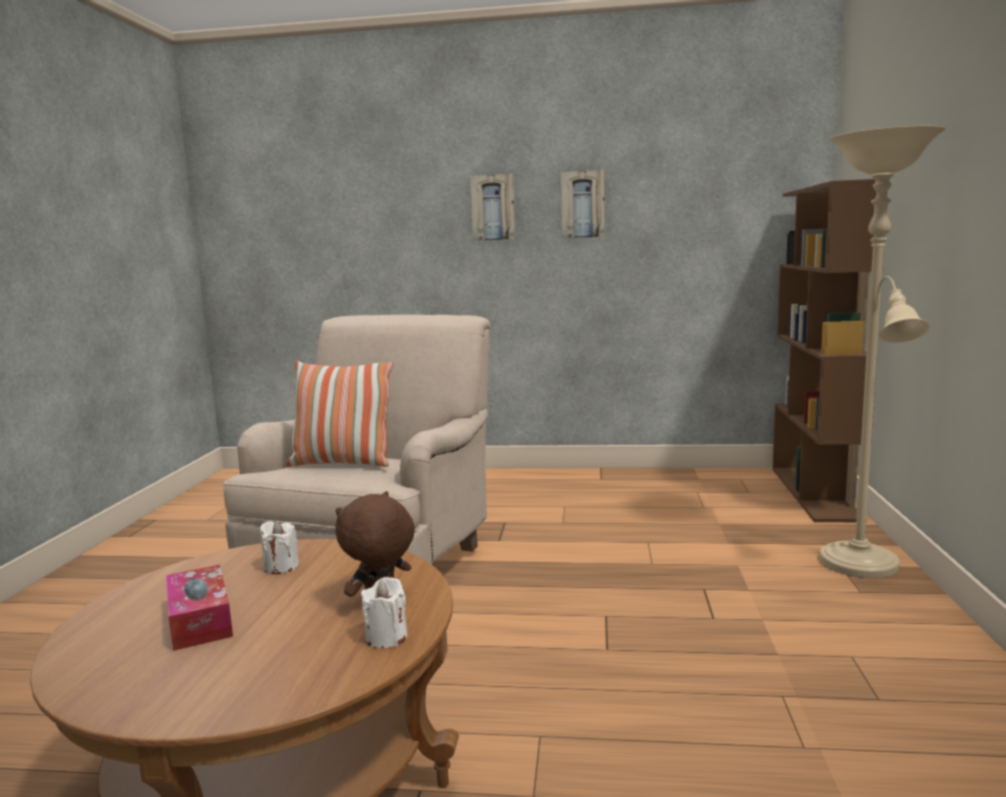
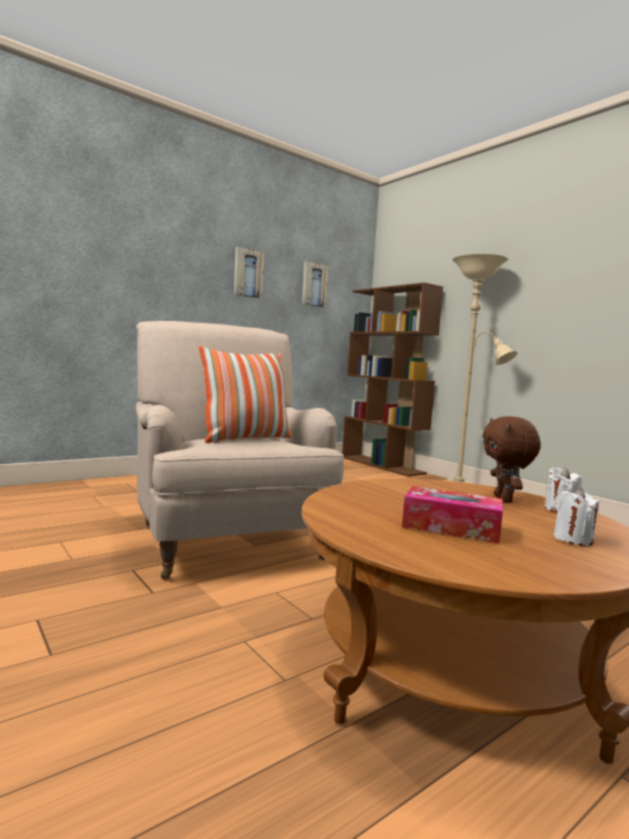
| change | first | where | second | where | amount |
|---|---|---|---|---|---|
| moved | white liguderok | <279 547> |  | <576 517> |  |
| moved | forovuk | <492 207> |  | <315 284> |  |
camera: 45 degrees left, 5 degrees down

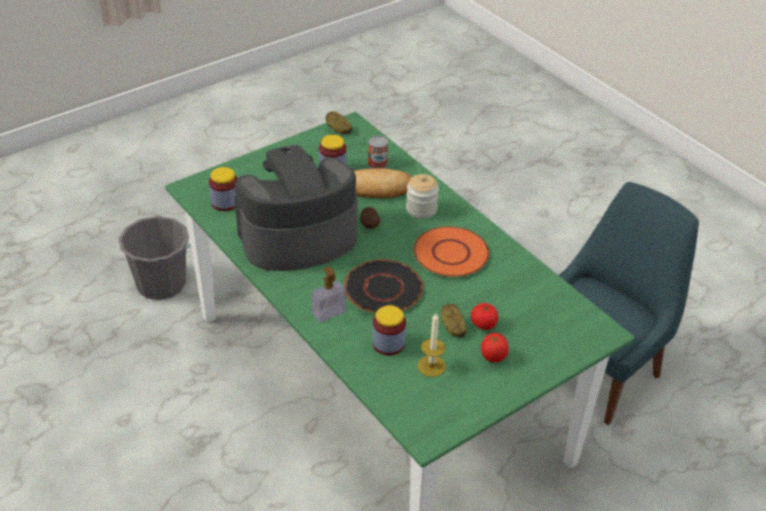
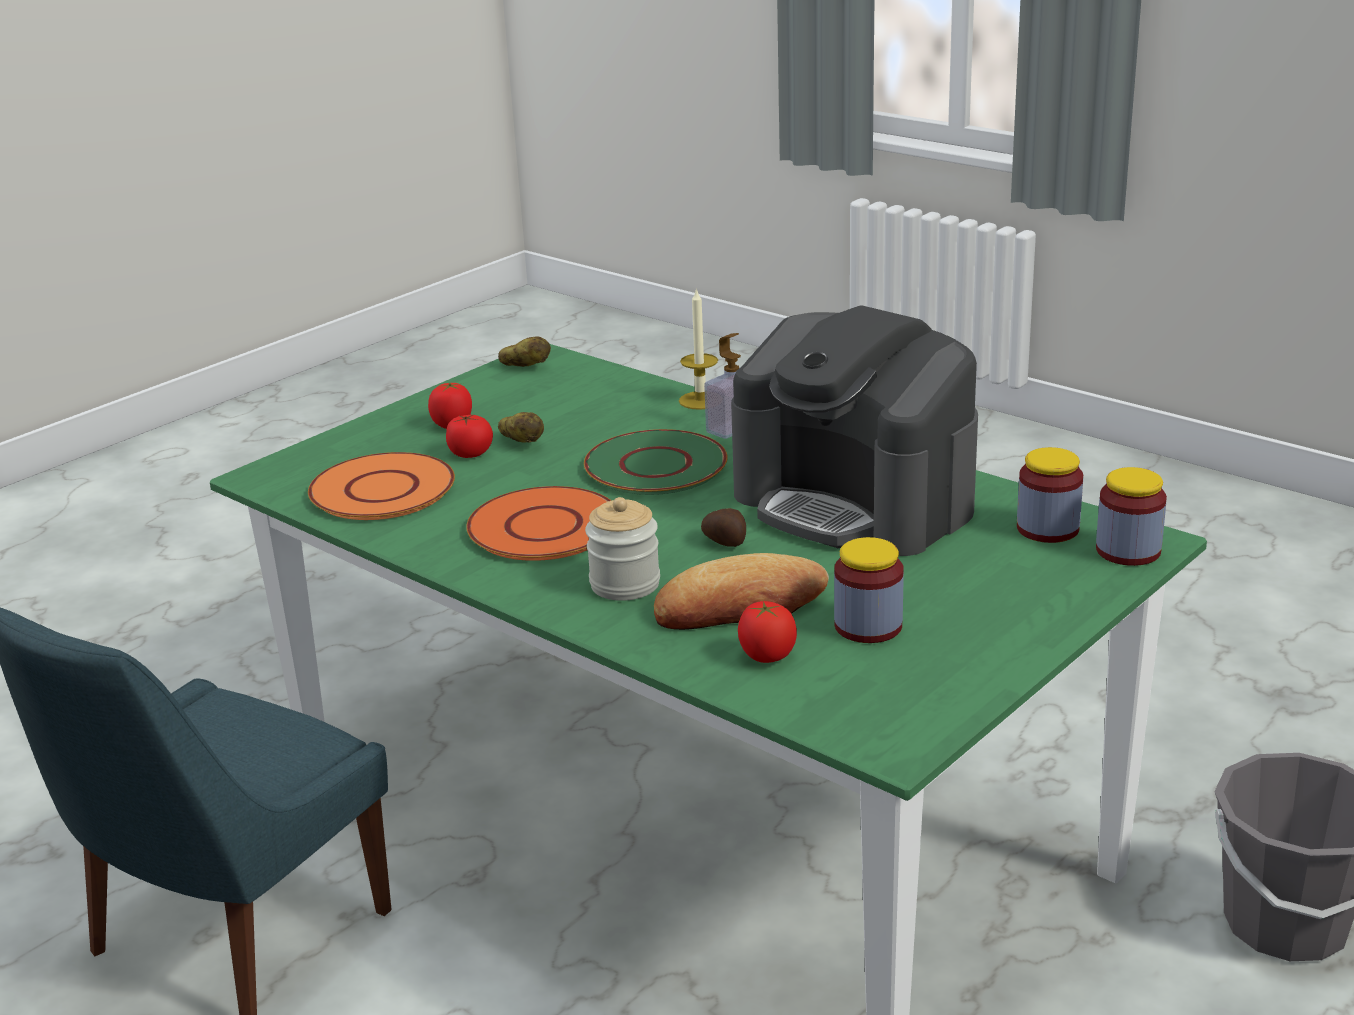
| change | first | where | second | where | amount |
|---|---|---|---|---|---|
| added |  |  | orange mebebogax | <381 486> |  |
| moved | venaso | <339 122> |  | <524 351> |  |
| moved | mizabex | <389 330> |  | <1131 516> |  |
| moved | liguderok | <432 345> |  | <698 349> |  |
| replaced | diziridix | <378 151> | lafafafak | <767 632> |  |
| recoloured | black mebebogax | <383 286> | green mebebogax | <656 462> |  |
| turned | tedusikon | <295 208> |  | <854 430> | 75 degrees clockwise |
camera: 170 degrees right, 15 degrees down

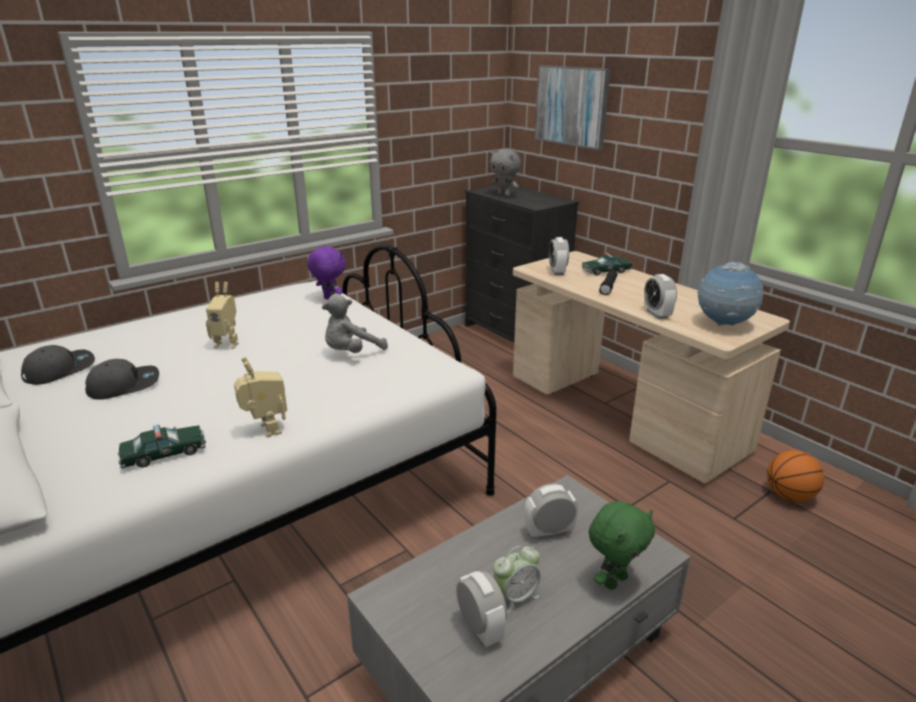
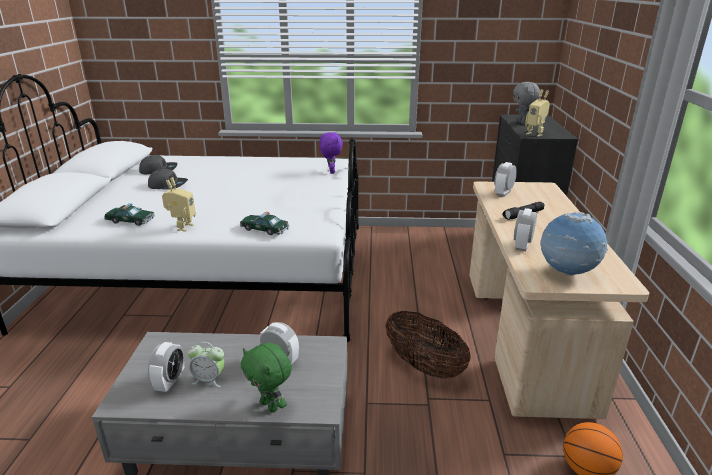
| change | first | where | second | where | amount |
|---|---|---|---|---|---|
| removed | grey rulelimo | <355 323> |  |  |  |
| removed | forovuk | <573 107> |  |  |  |
| added |  |  | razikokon | <428 345> |  |
| moved | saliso | <222 315> |  | <537 113> |  |
| moved | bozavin | <607 264> |  | <264 223> |  |
| turned | green rulelimo | <622 545> |  | <266 377> | 45 degrees clockwise |
camera: 40 degrees right, 0 degrees up

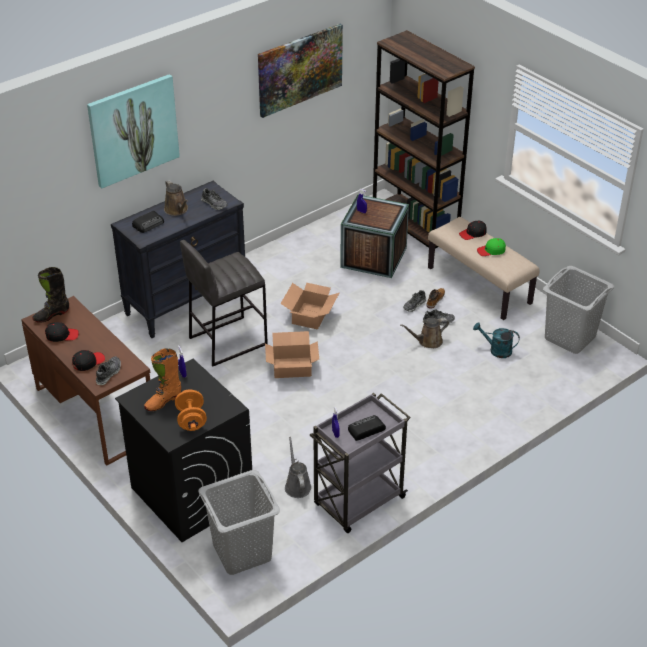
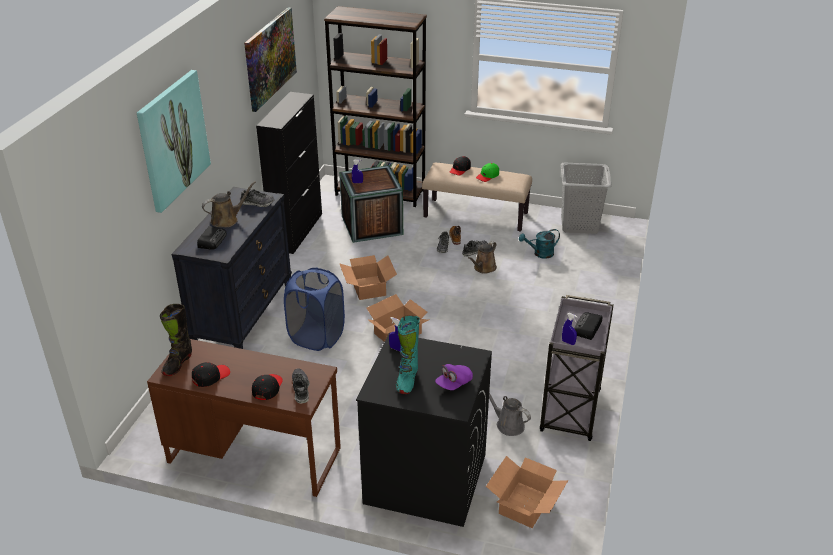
| change | first | where | second | where | amount |
|---|---|---|---|---|---|
| added |  |  | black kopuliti | <289 173> |  |
| replaced | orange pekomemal | <191 410> | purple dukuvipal | <454 377> |  |
| replaced | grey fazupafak | <224 303> | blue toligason | <314 309> |  |
| replaced | grey toligason | <239 522> | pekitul | <527 492> |  |
| recoloured | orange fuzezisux | <162 379> | turquoise fuzezisux | <408 354> |  |
| turned | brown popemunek | <176 198> |  | <229 204> | 60 degrees counterclockwise |
camera: 35 degrees left, 5 degrees down

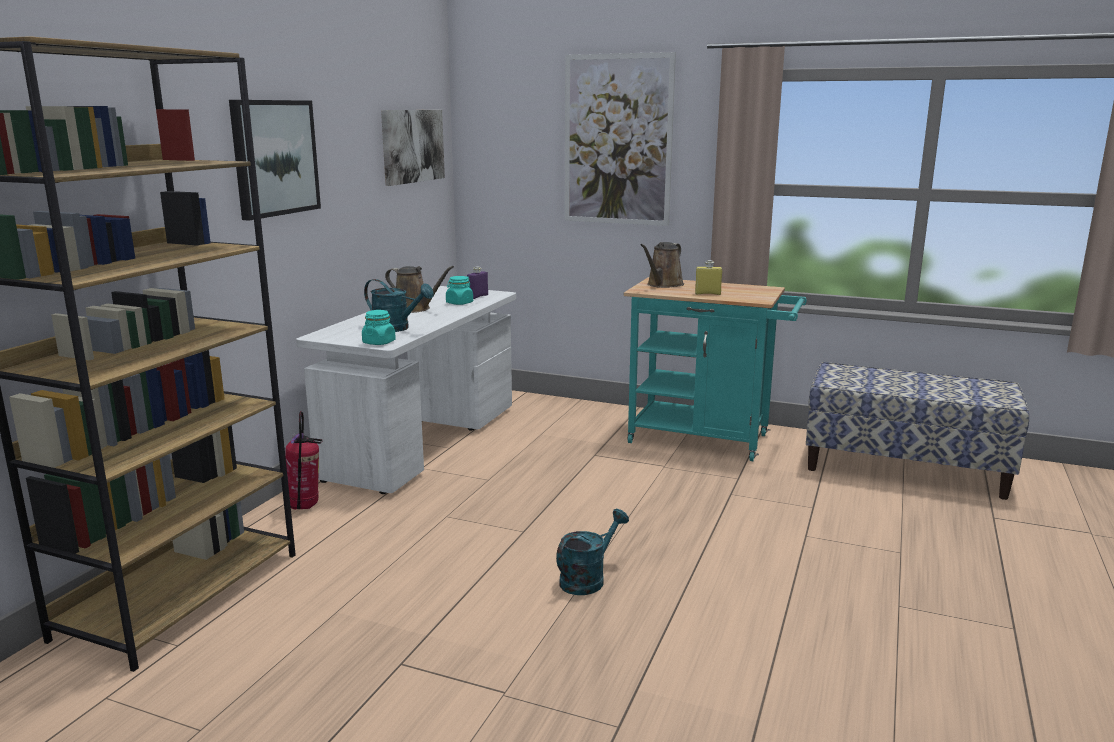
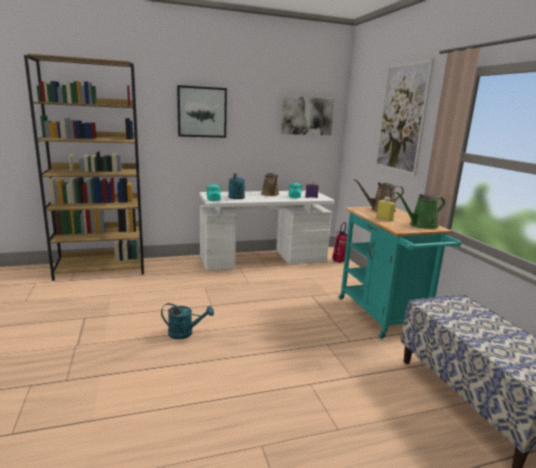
| change | first | where | second | where | amount |
|---|---|---|---|---|---|
| added |  |  | green popemunek | <420 210> |  |
| moved | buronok | <304 460> |  | <339 242> |  |
camera: 50 degrees right, 0 degrees up

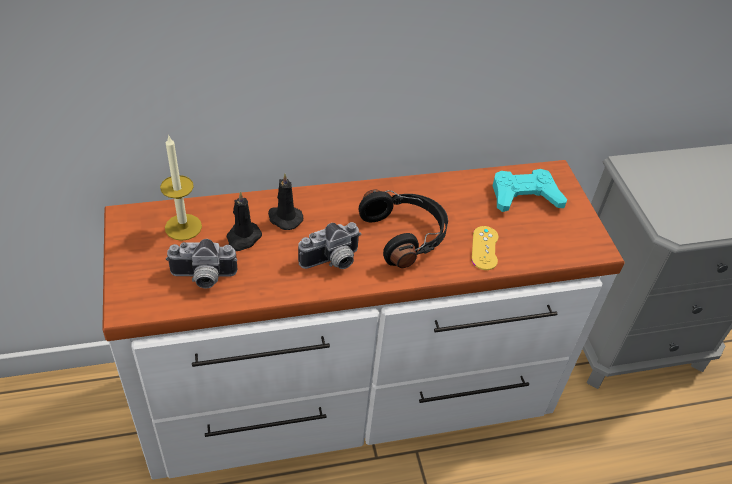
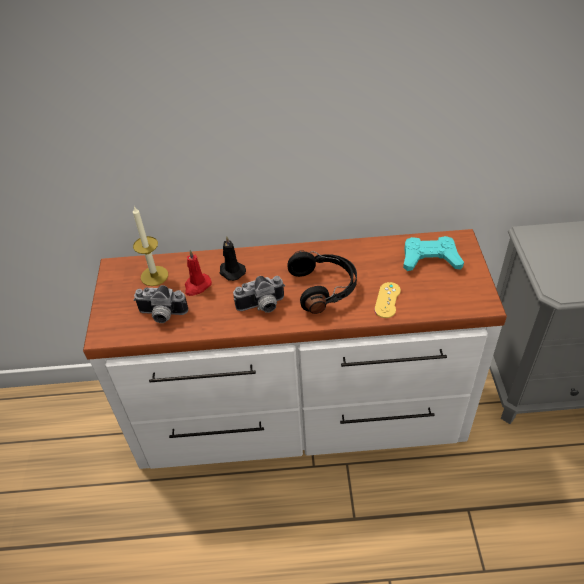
| change | first | where | second | where | amount |
|---|---|---|---|---|---|
| recoloured | black liguderok | <244 221> | red liguderok | <198 273> |  |
camera: 15 degrees right, 0 degrees up

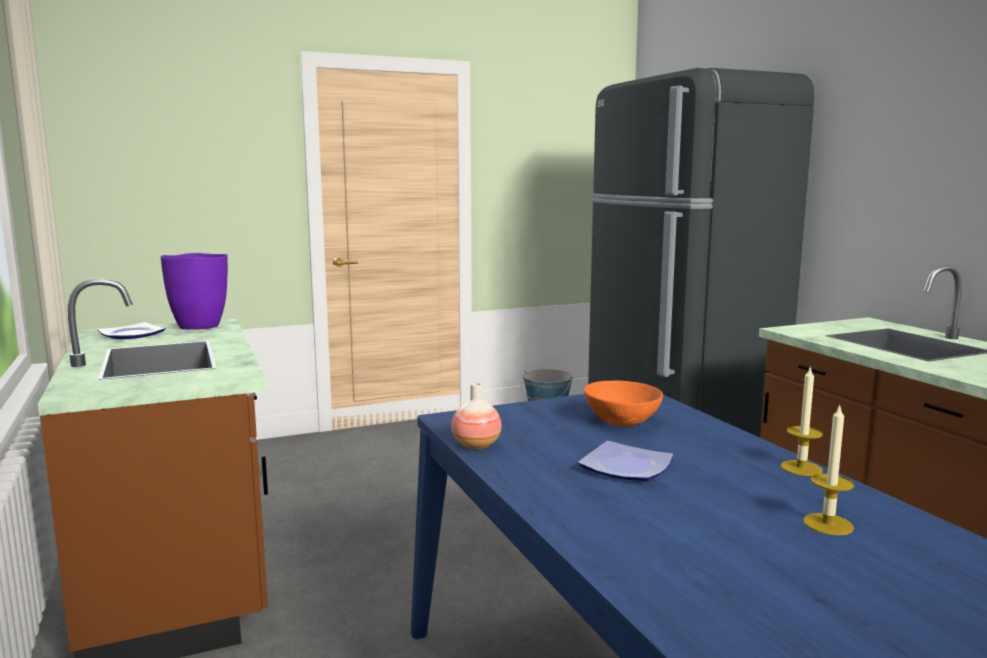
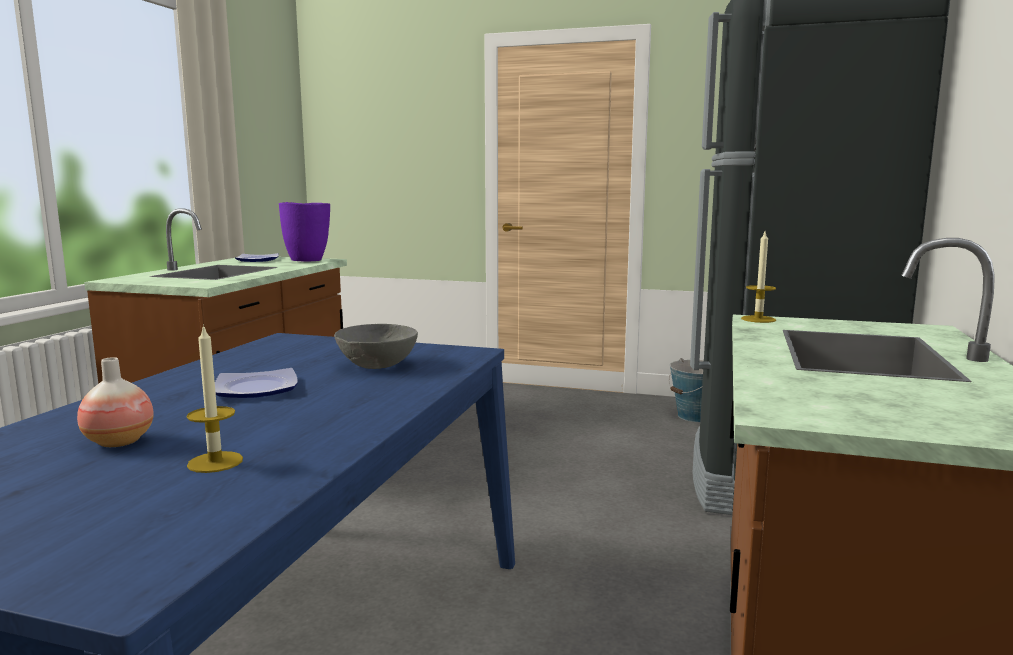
| change | first | where | second | where | amount |
|---|---|---|---|---|---|
| moved | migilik | <476 416> |  | <115 402> |  |
| moved | liguderok | <802 421> |  | <758 277> |  |
| recoloured | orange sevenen | <623 403> | grey sevenen | <376 346> |  |
camera: 40 degrees right, 0 degrees up

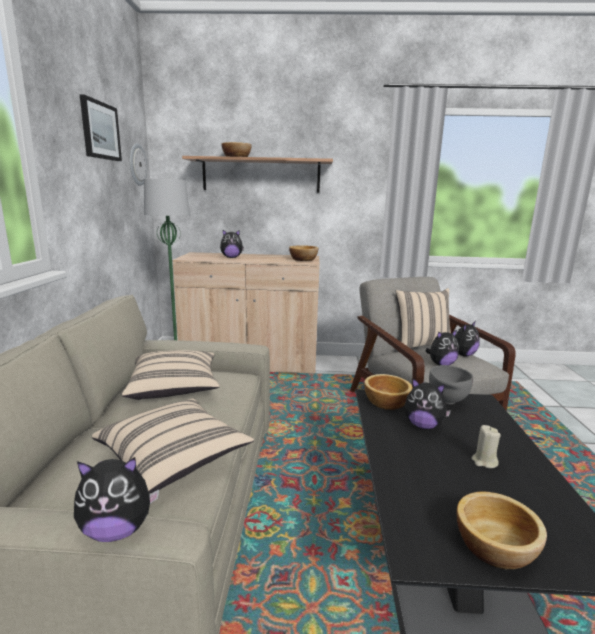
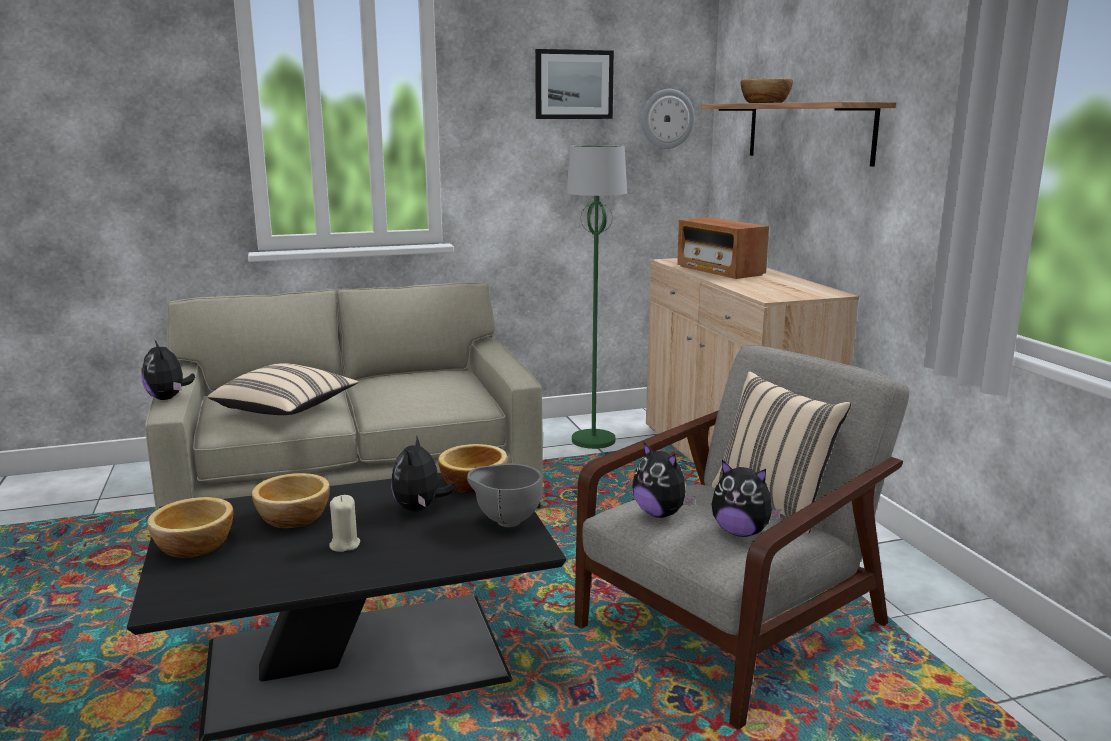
| change | first | where | second | where | amount |
|---|---|---|---|---|---|
| removed | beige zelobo | <171 375> |  |  |  |
| moved | sevenen | <303 253> |  | <291 500> |  |
| replaced | rulelimo | <232 244> | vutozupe | <723 248> |  |
camera: 70 degrees right, 0 degrees up

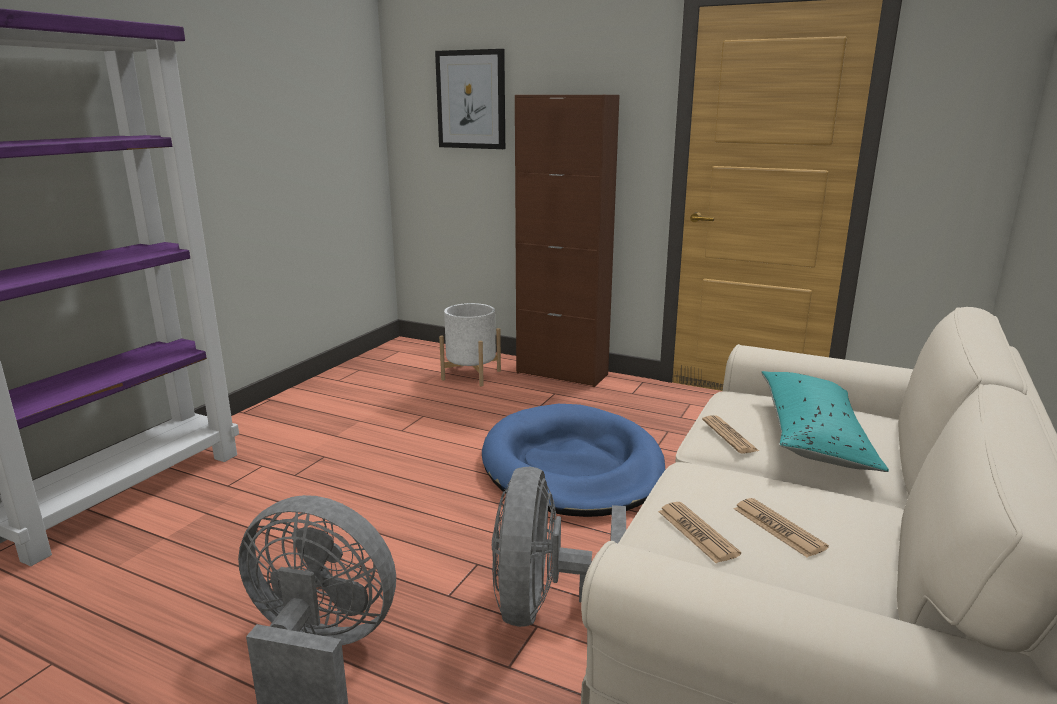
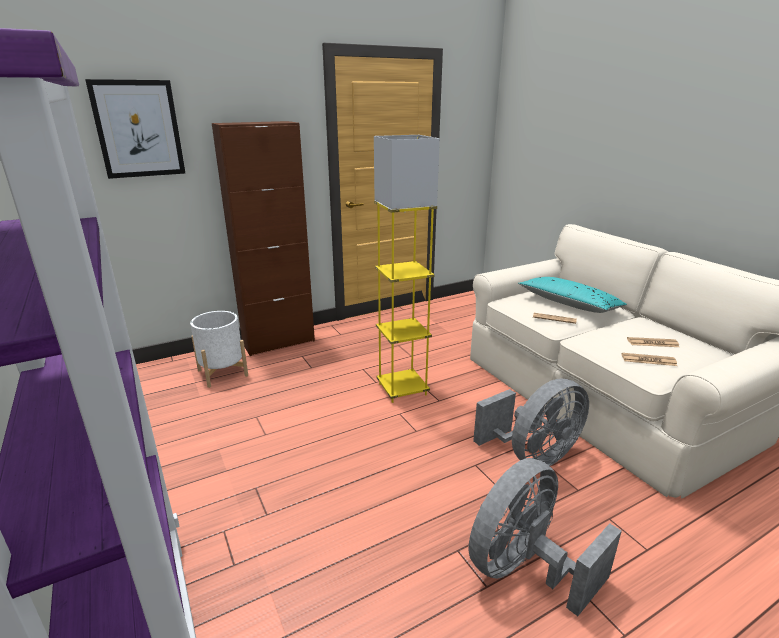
| change | first | where | second | where | amount |
|---|---|---|---|---|---|
| replaced | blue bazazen | <573 460> | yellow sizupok | <407 269> |  |
| turned | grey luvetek | <559 547> |  | <531 422> | 75 degrees counterclockwise |
camera: 55 degrees left, 5 degrees up

